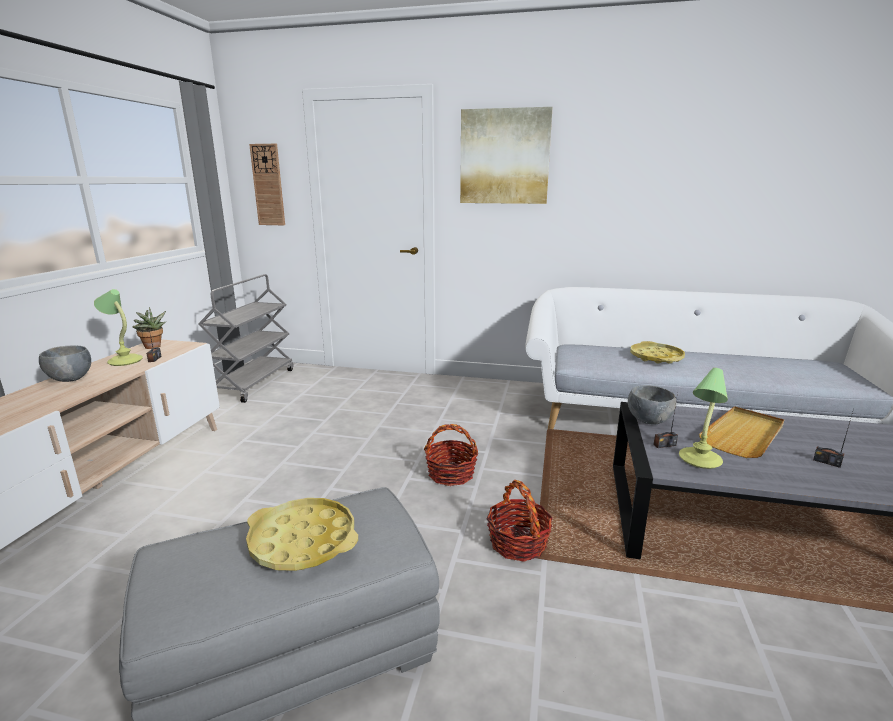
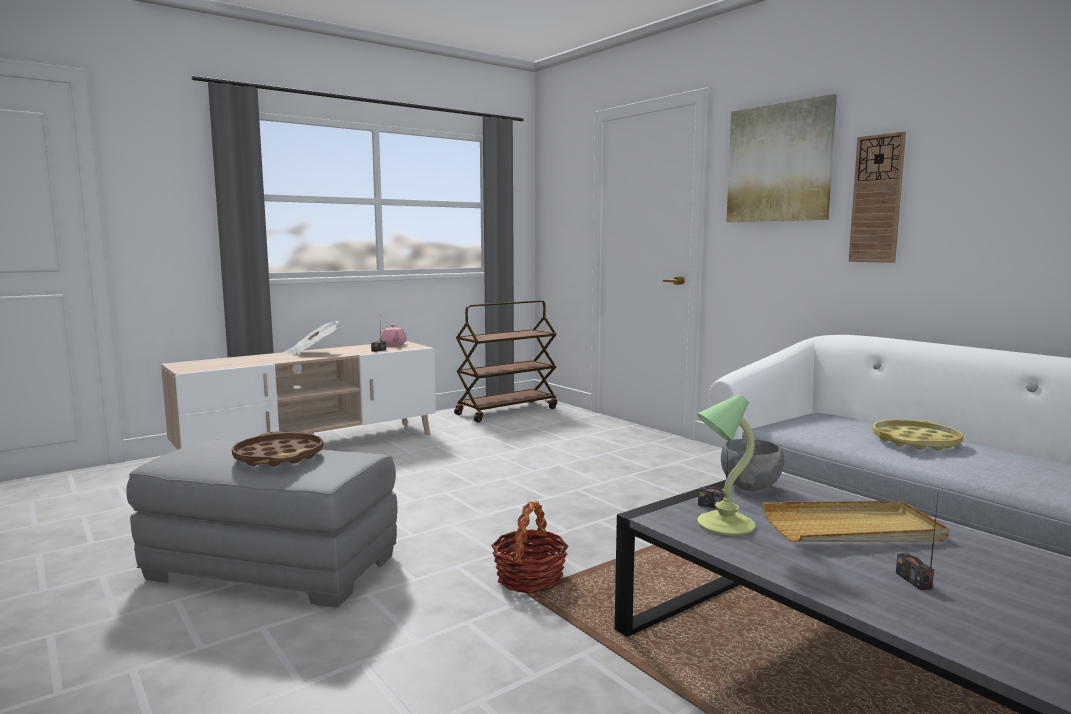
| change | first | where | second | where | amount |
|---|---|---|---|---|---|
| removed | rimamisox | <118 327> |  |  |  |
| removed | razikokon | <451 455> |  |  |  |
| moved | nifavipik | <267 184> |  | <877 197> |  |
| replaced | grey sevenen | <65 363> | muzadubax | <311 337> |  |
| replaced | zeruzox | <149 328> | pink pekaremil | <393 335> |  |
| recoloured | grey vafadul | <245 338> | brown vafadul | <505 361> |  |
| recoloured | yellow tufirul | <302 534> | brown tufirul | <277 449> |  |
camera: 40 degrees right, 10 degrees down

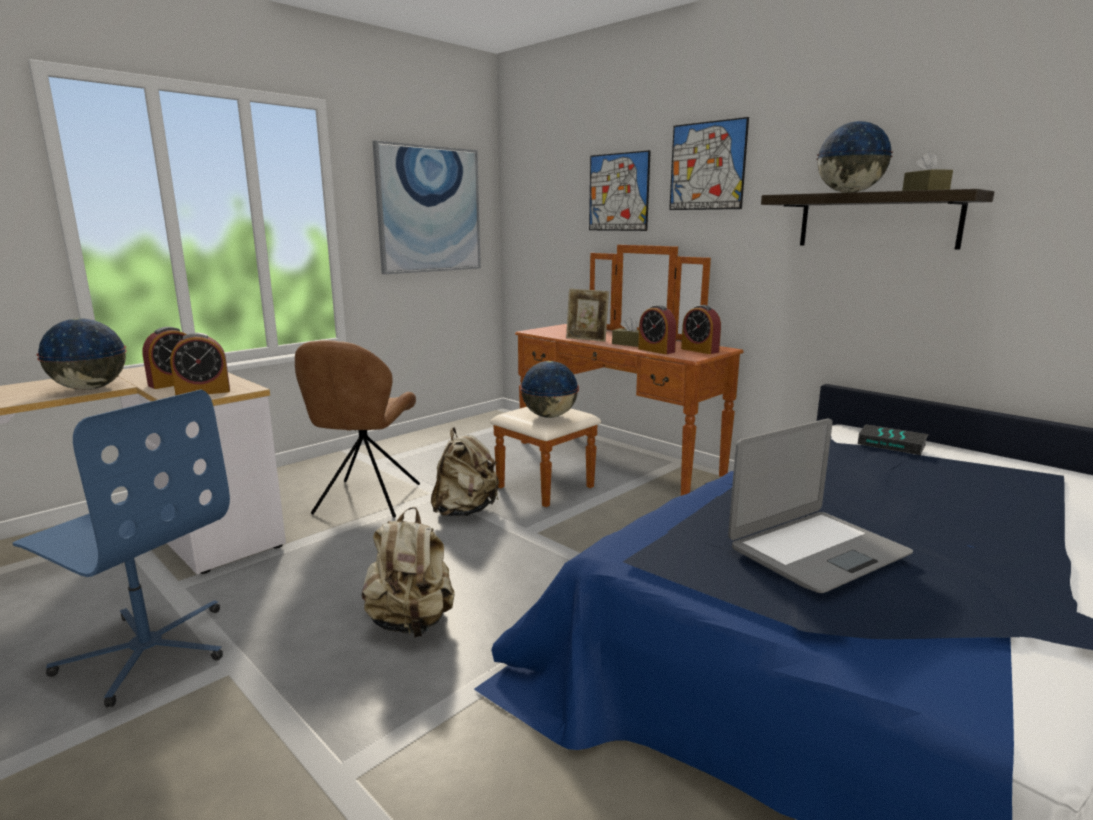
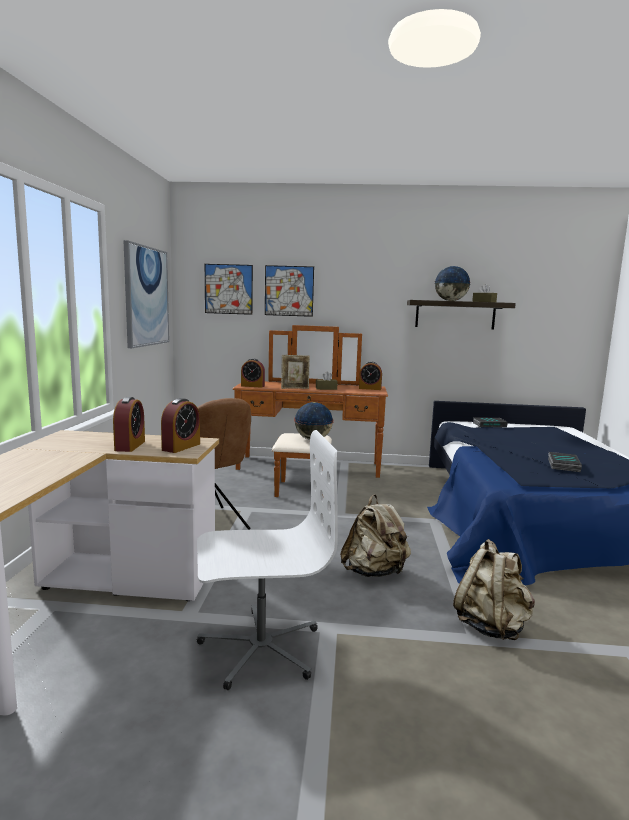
| change | first | where | second | where | amount |
|---|---|---|---|---|---|
| removed | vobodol | <81 354> |  |  |  |
| moved | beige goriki | <465 472> |  | <494 589> |  |
| moved | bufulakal | <657 329> |  | <253 373> |  |
| moved | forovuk | <709 163> |  | <229 289> |  |
| replaced | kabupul | <820 506> | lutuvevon | <565 462> |  |
| recoloured | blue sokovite | <121 548> | white sokovite | <267 560> |  |
camera: 40 degrees left, 5 degrees down

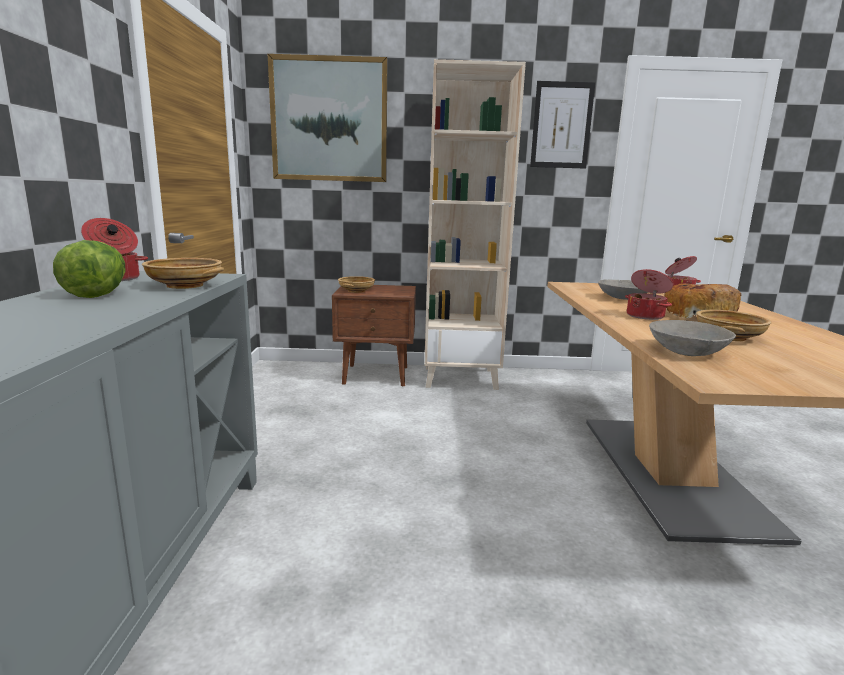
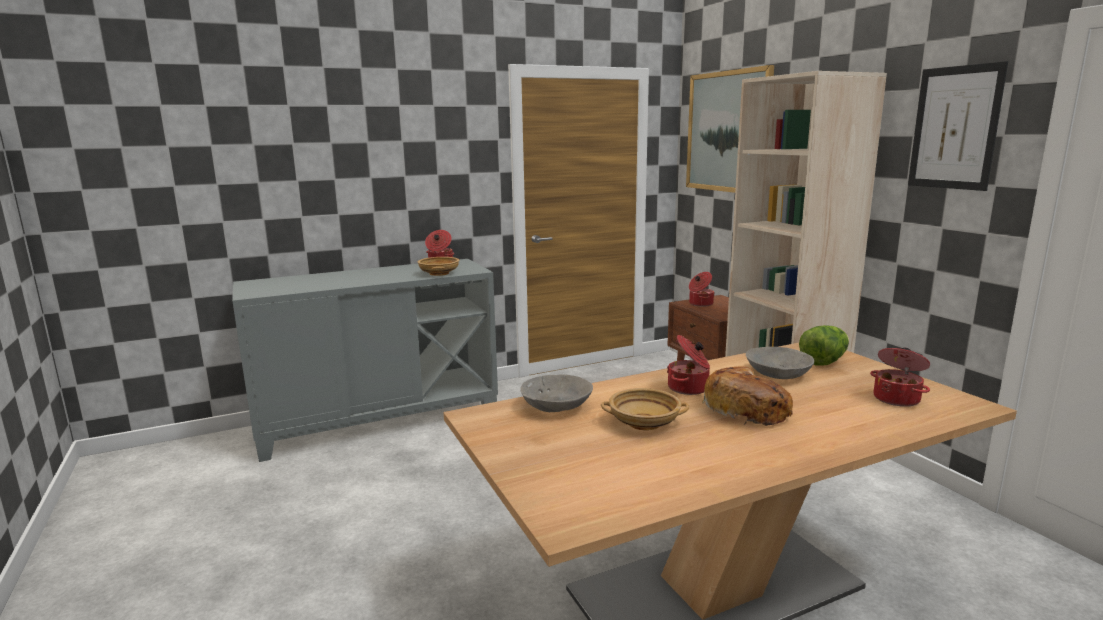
| change | first | where | second | where | amount |
|---|---|---|---|---|---|
| moved | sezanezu | <89 269> |  | <824 345> |  |
| replaced | beige sevenen | <356 284> | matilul | <702 289> |  |
camera: 65 degrees right, 0 degrees up

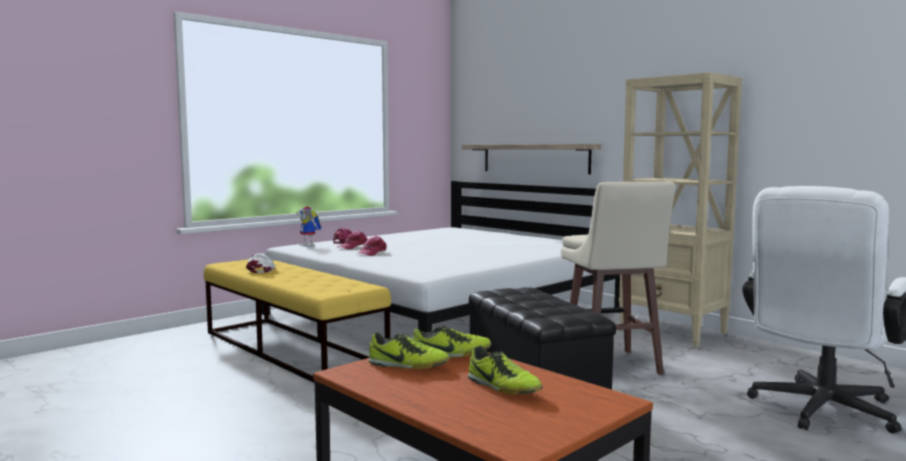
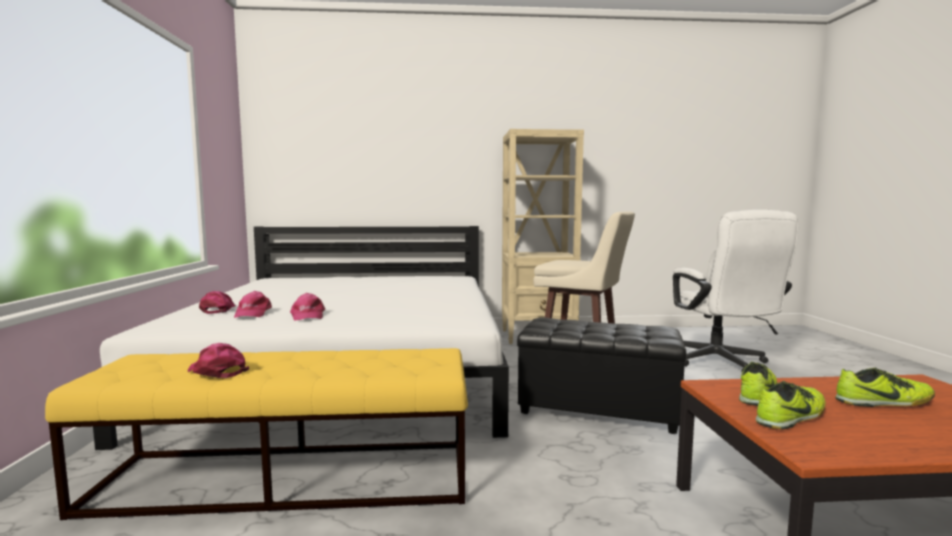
| change | first | where | second | where | amount |
|---|---|---|---|---|---|
| removed | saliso | <308 227> |  |  |  |
| removed | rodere | <531 159> |  |  |  |
| recoloured | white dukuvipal | <261 263> | pink dukuvipal | <218 360> |  |
camera: 50 degrees left, 0 degrees up

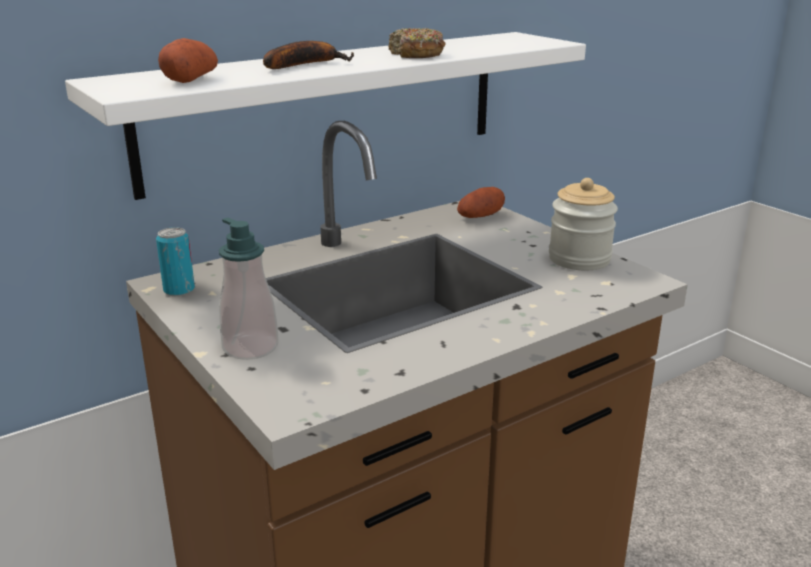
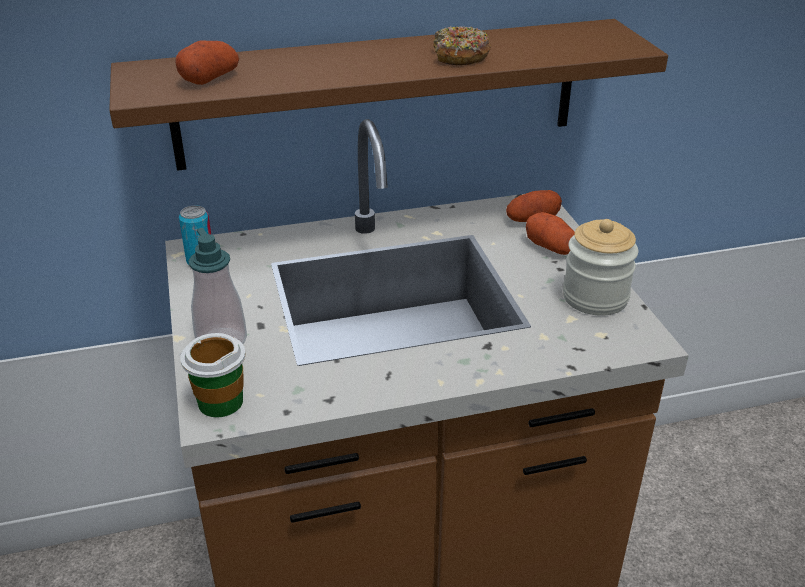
| change | first | where | second | where | amount |
|---|---|---|---|---|---|
| removed | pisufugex | <308 55> |  |  |  |
| added |  |  | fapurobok | <212 375> |  |
| added |  |  | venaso | <550 233> |  |
| recoloured | white rodere | <325 116> | brown rodere | <388 95> |  |
camera: 20 degrees right, 10 degrees up

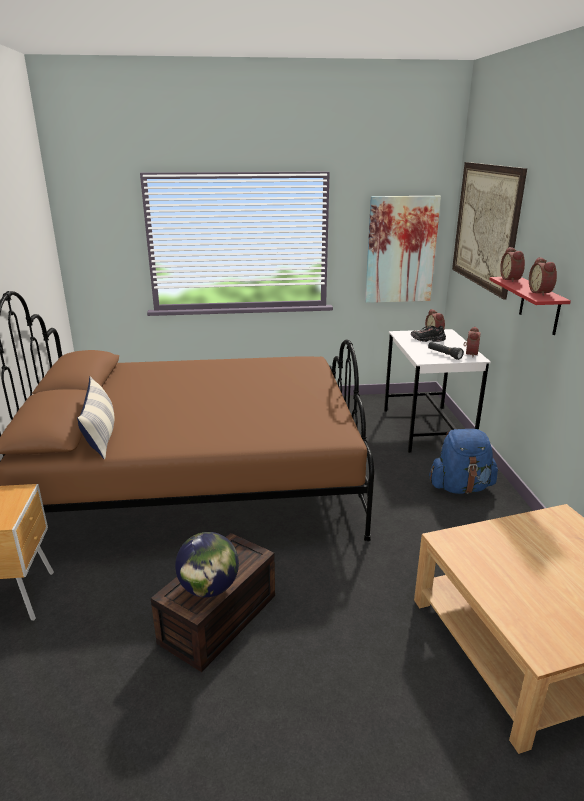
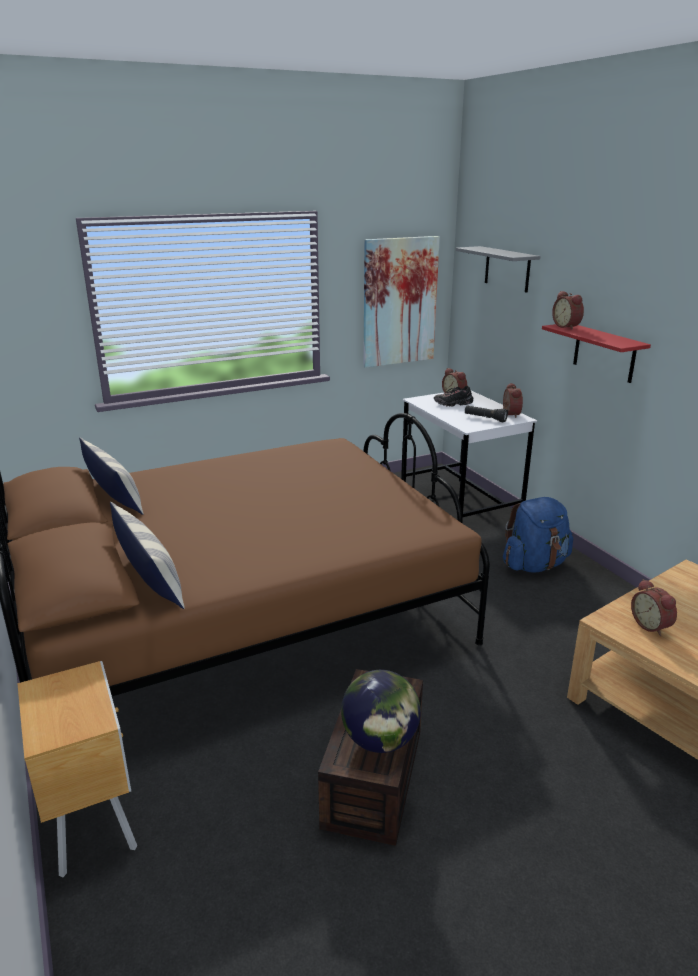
| change | first | where | second | where | amount |
|---|---|---|---|---|---|
| added |  |  | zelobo | <111 476> |  |
| moved | bufulakal | <543 276> |  | <654 607> |  |
| replaced | forovuk | <489 231> | grey rodere | <498 269> |  |
camera: 20 degrees left, 0 degrees up

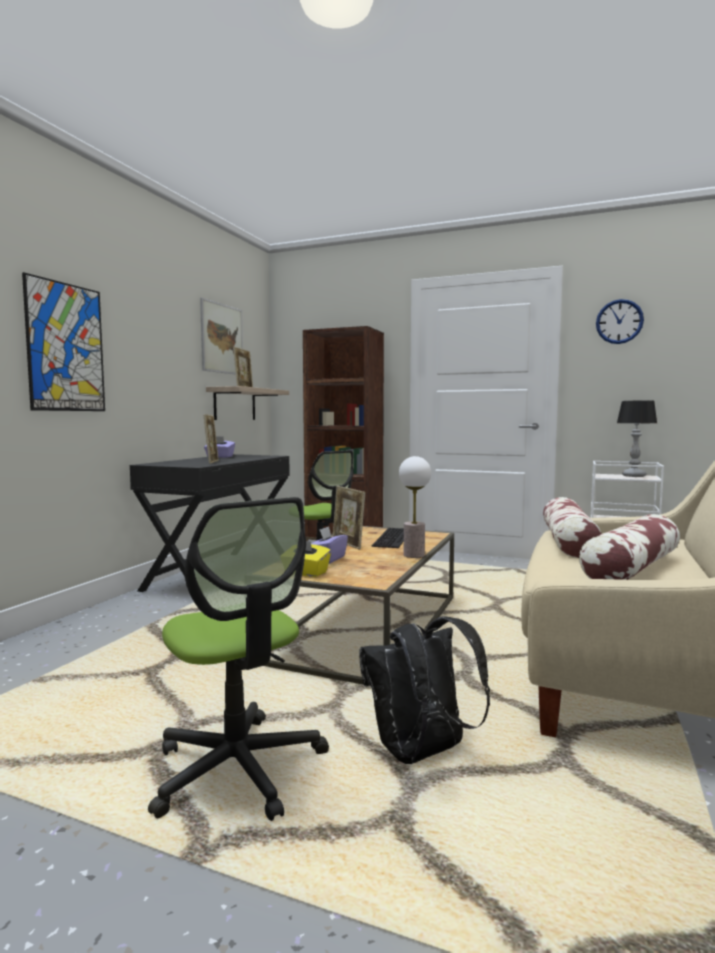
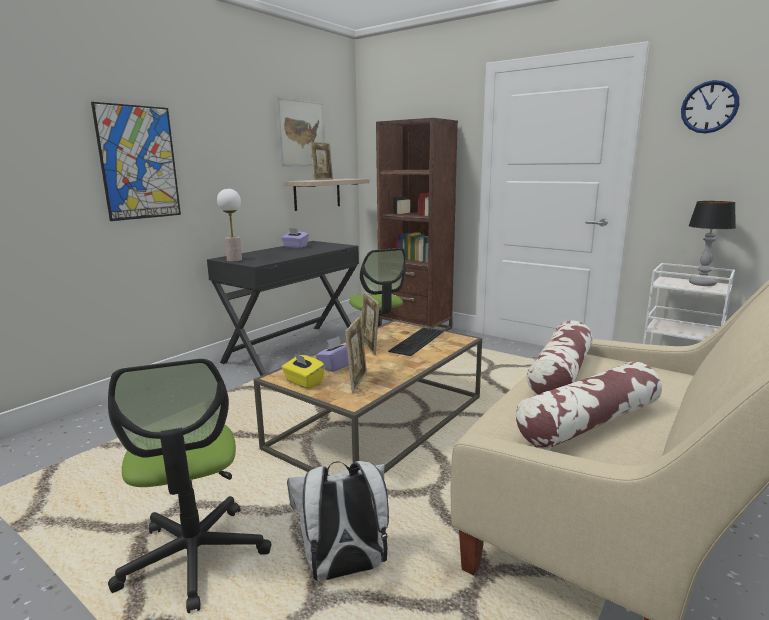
| change | first | where | second | where | amount |
|---|---|---|---|---|---|
| moved | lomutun | <211 439> |  | <356 354> |  |
| moved | rimamisox | <415 507> |  | <229 225> |  |
| recoloured | black goriki | <424 690> | white goriki | <338 521> |  |
camera: 15 degrees right, 10 degrees up

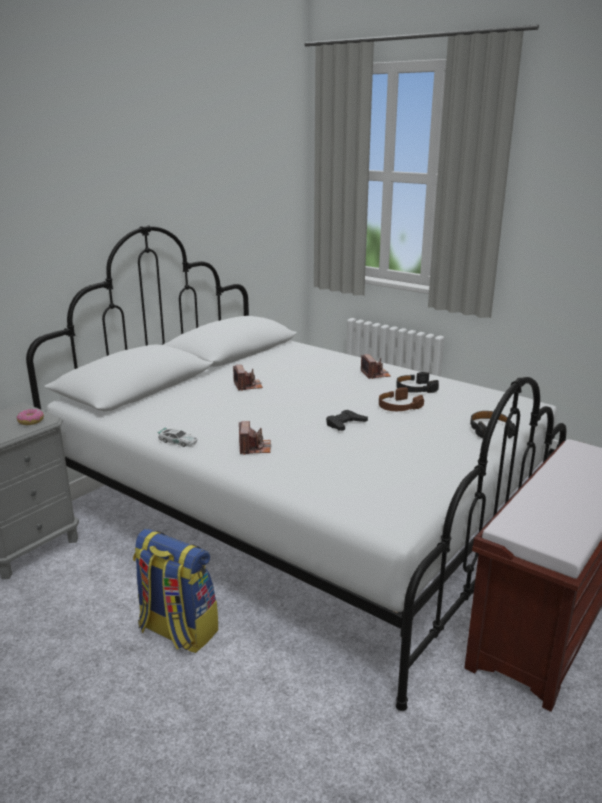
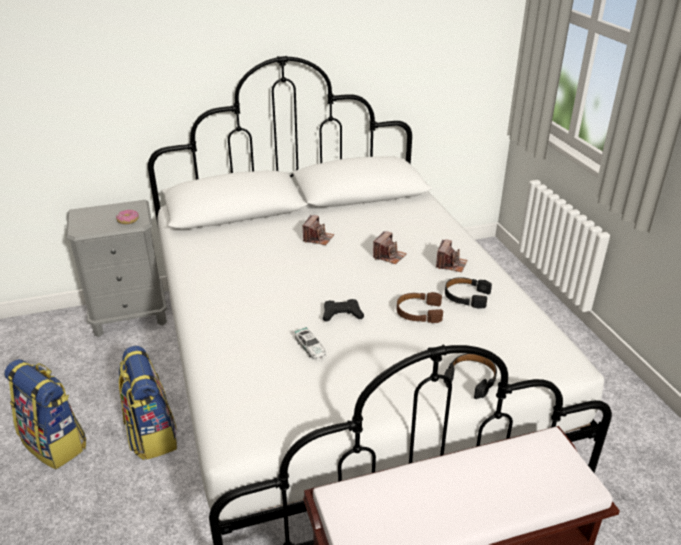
| change | first | where | second | where | amount |
|---|---|---|---|---|---|
| added |  |  | goriki | <45 414> |  |
| moved | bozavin | <177 437> |  | <310 343> |  |
| moved | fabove | <255 438> |  | <390 247> |  |
camera: 35 degrees right, 10 degrees up

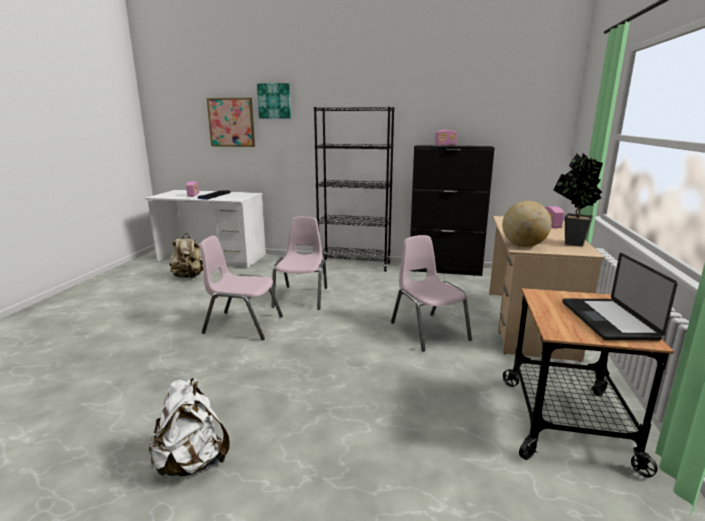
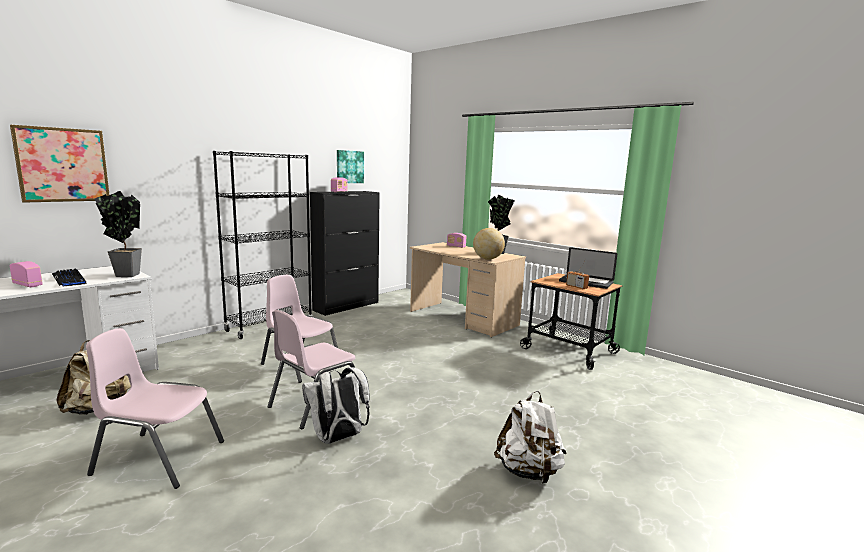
| change | first | where | second | where | amount |
|---|---|---|---|---|---|
| added |  |  | zeruzox | <118 234> |  |
| added |  |  | white goriki | <336 405> |  |
| added |  |  | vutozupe | <577 273> |  |
| moved | forovuk | <274 101> |  | <350 166> |  |
| moved | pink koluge | <431 293> |  | <155 408> |  |
camera: 60 degrees left, 5 degrees down

